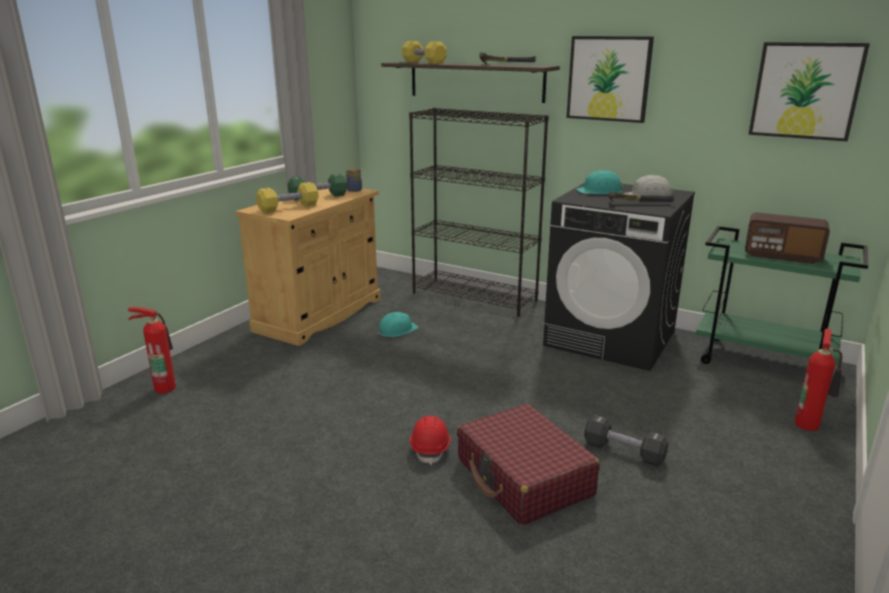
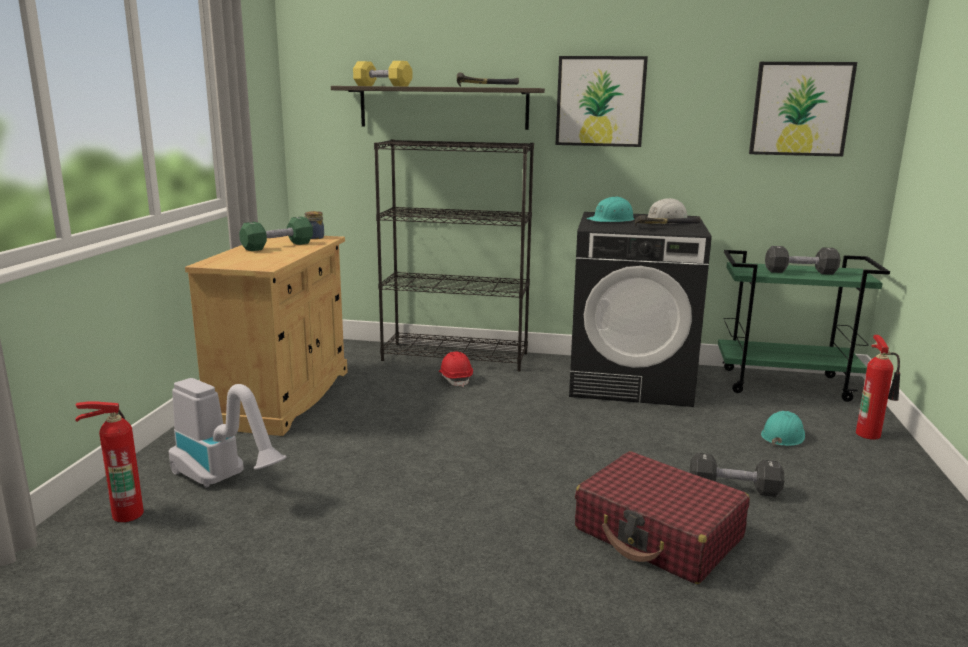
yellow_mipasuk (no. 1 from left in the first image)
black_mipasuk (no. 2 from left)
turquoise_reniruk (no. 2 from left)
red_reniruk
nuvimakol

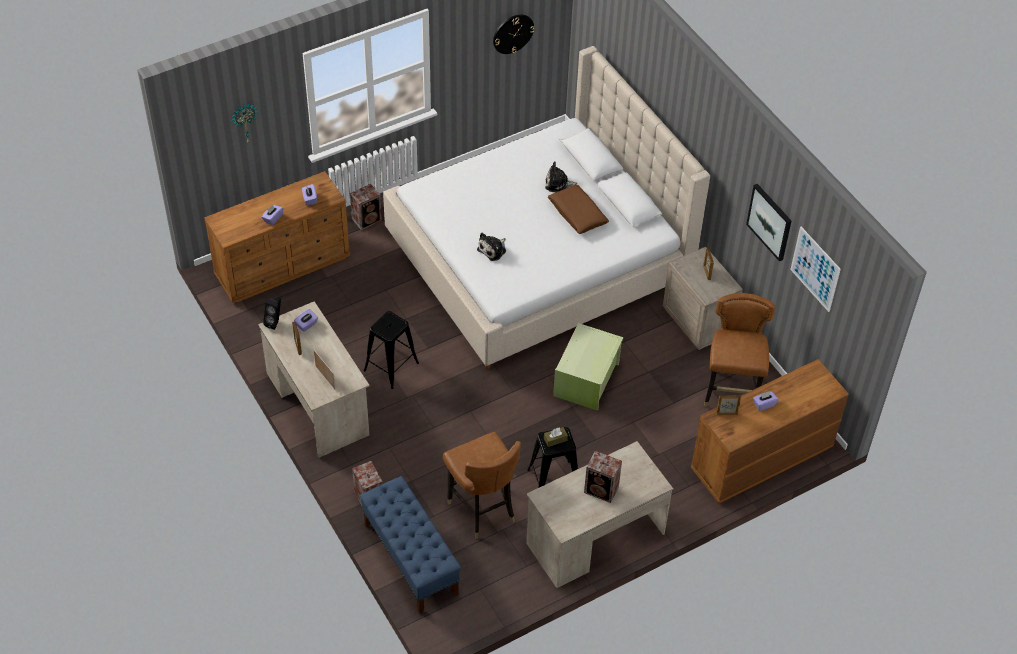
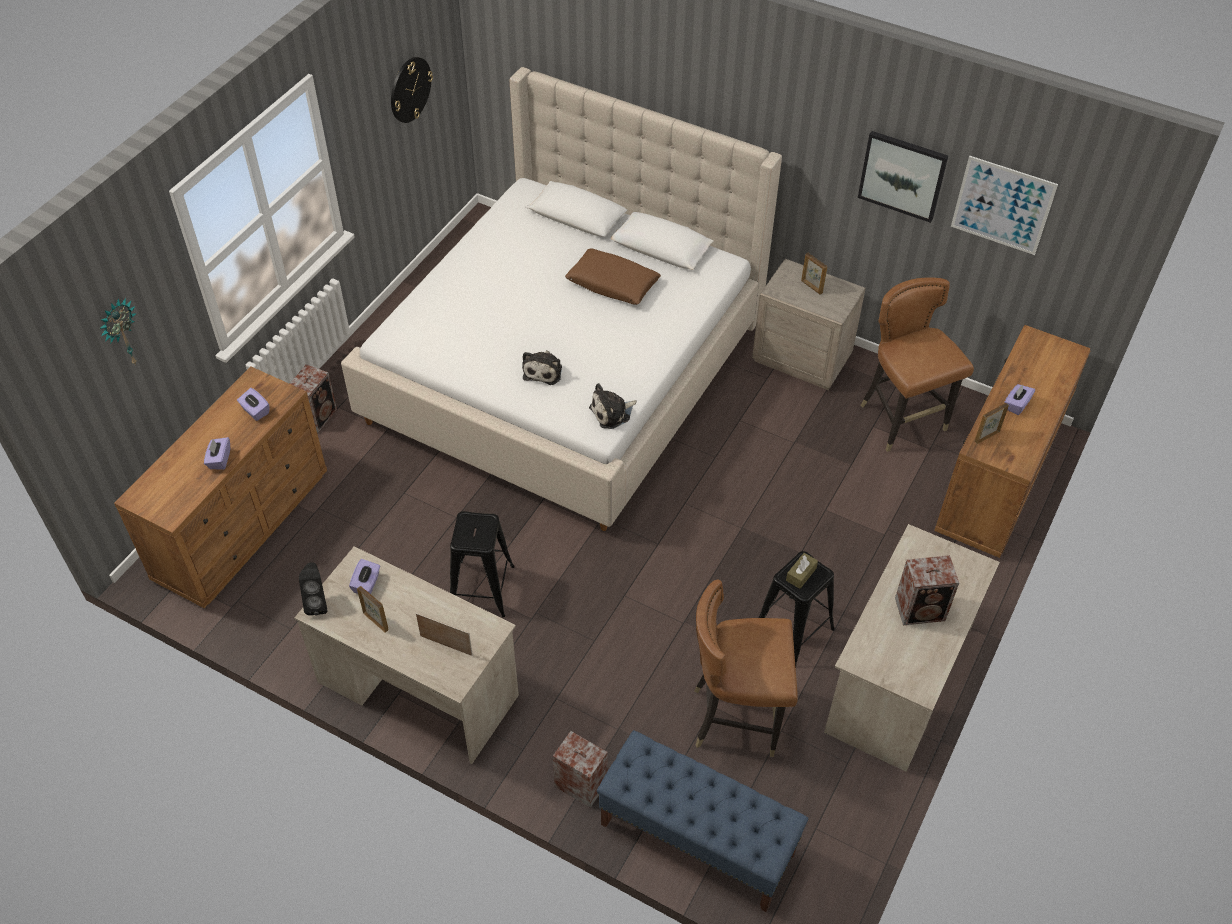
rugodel (no. 2 from left)
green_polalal
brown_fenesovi (no. 1 from left)

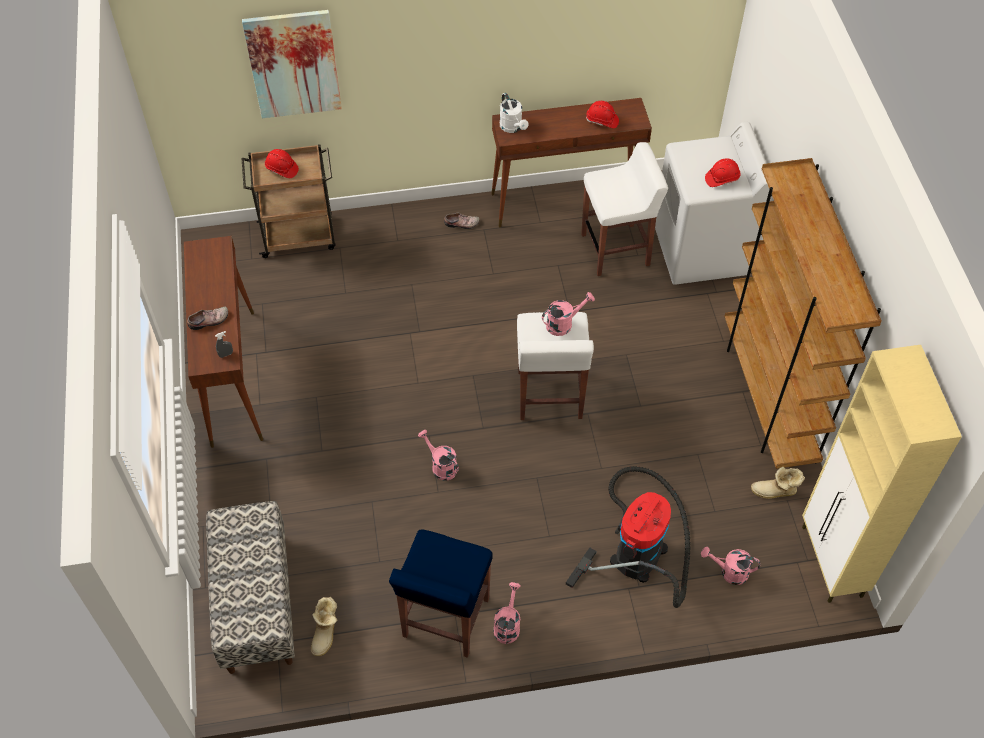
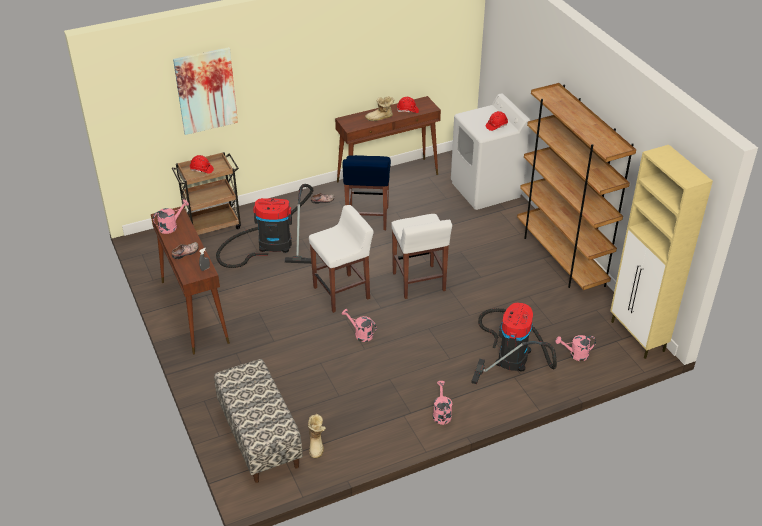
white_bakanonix
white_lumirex (no. 1 from left)
pink_bakanonix (no. 1 from left)
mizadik (no. 2 from left)
blue_lumirex
nuvimakol (no. 1 from left)

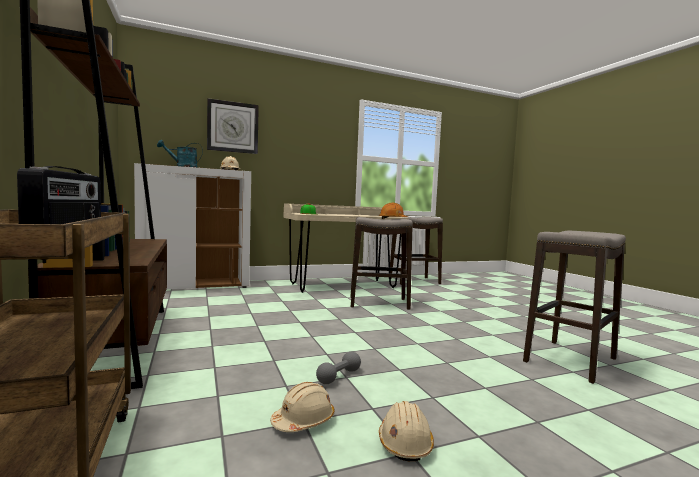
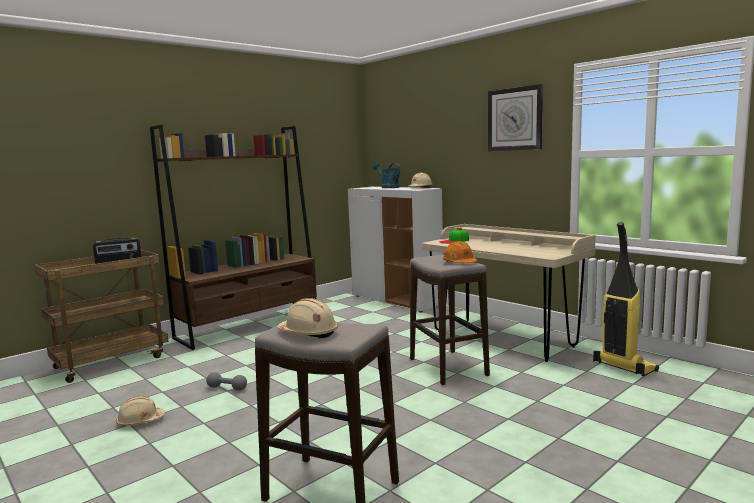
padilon
nuvimakol
beige_reniruk (no. 2 from left)

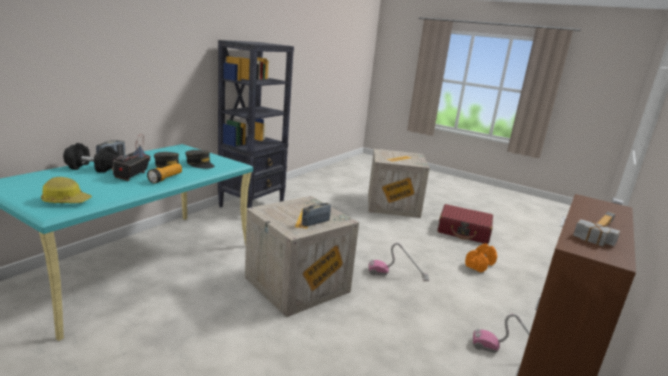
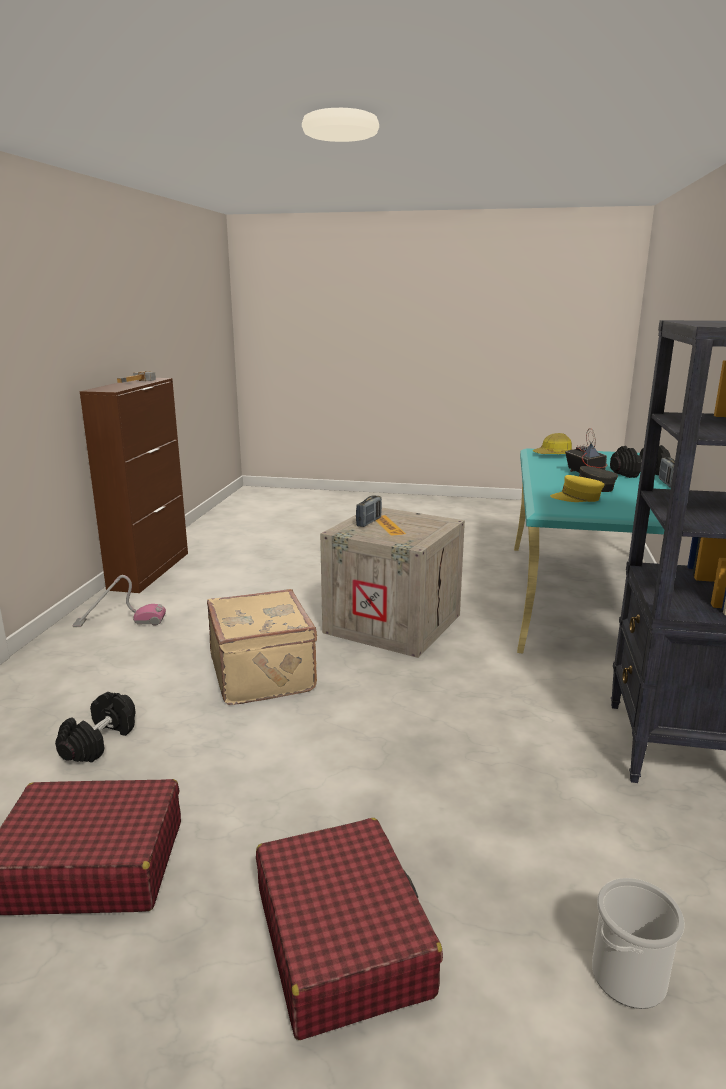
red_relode (no. 2 from left)
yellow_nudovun
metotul
beige_relode
black_mipasuk (no. 1 from left)
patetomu

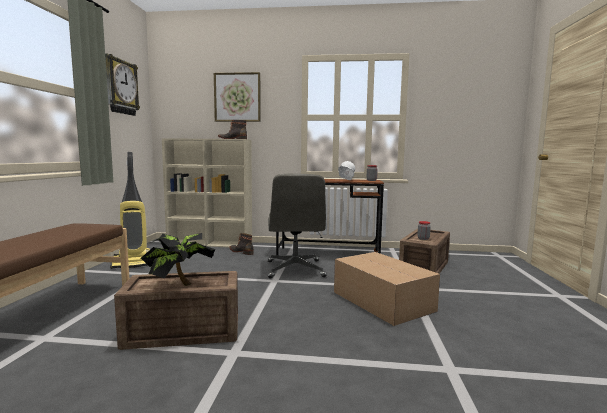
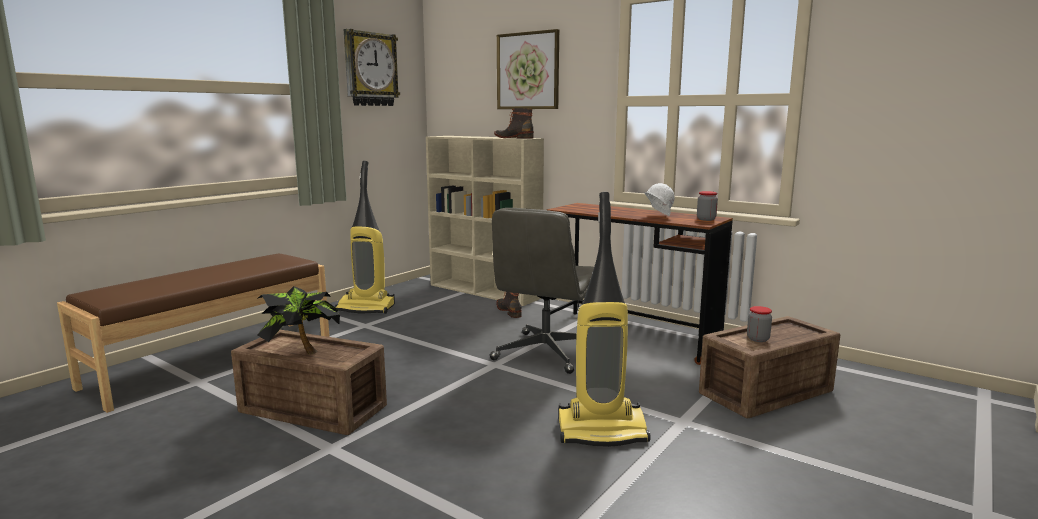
nuvimakol (no. 2 from left)

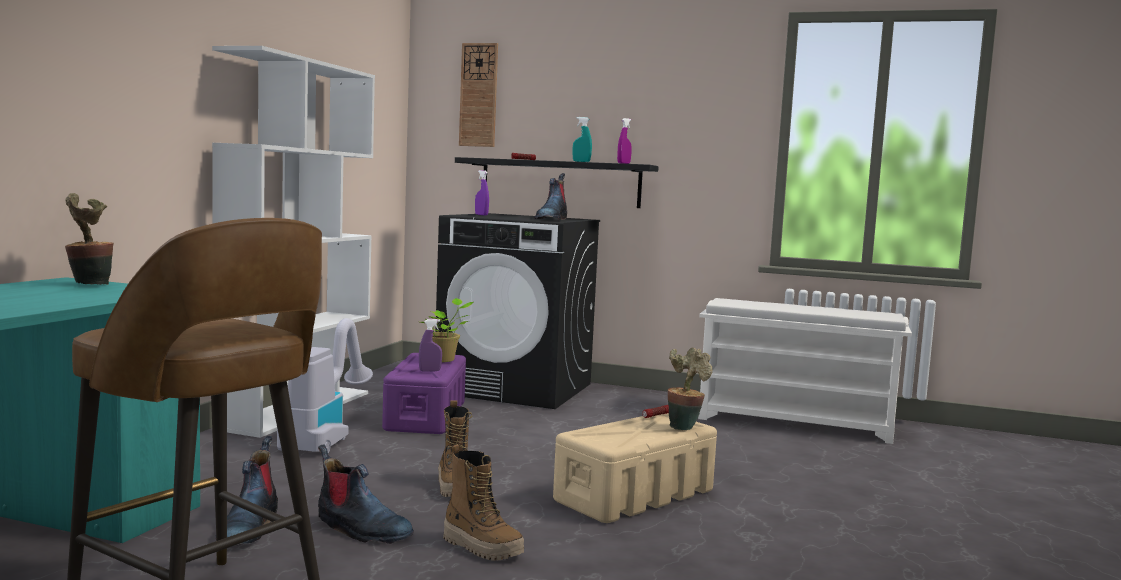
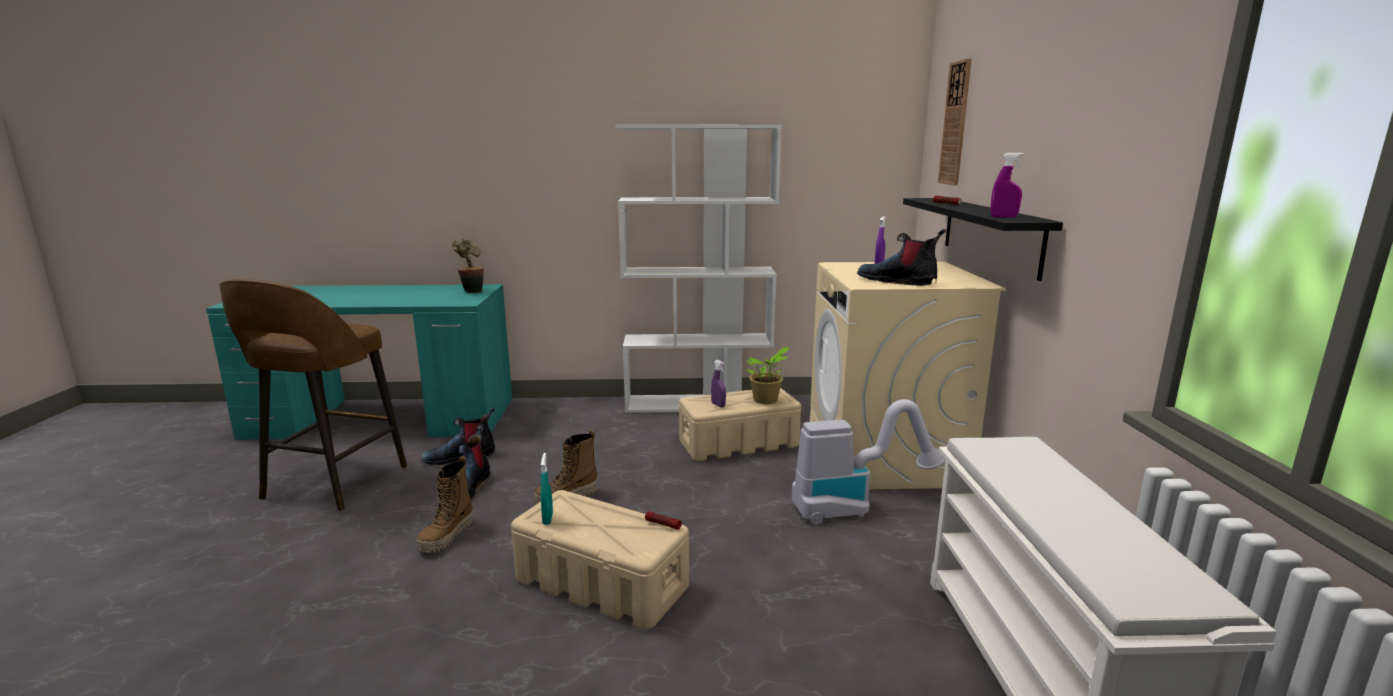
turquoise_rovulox
mizadik (no. 5 from left)
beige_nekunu
nuvimakol
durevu (no. 3 from left in the first image)
beige_polalal (no. 2 from left)

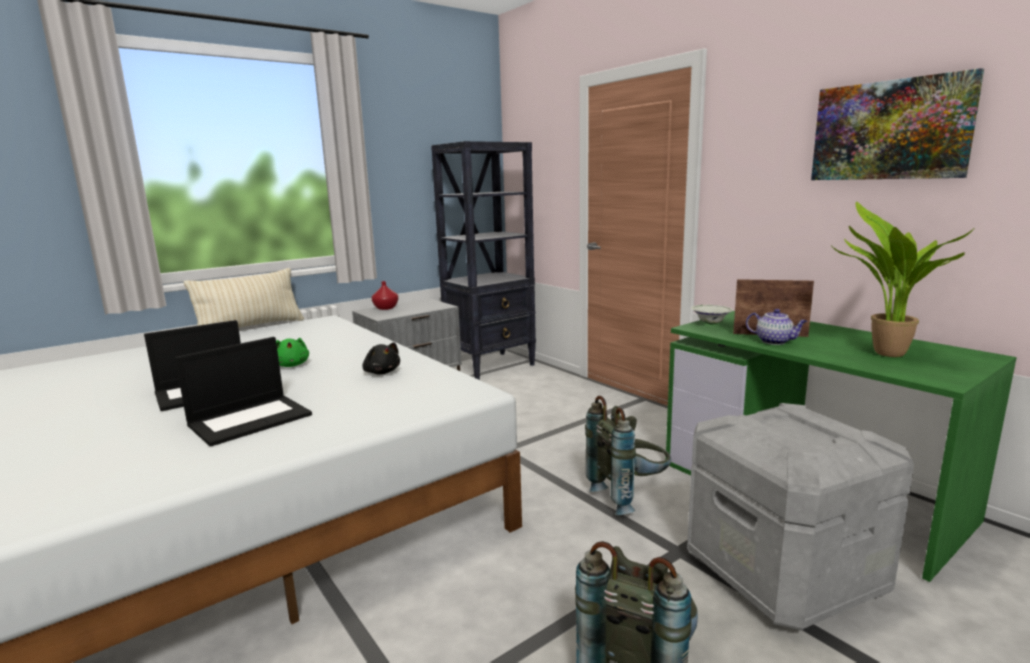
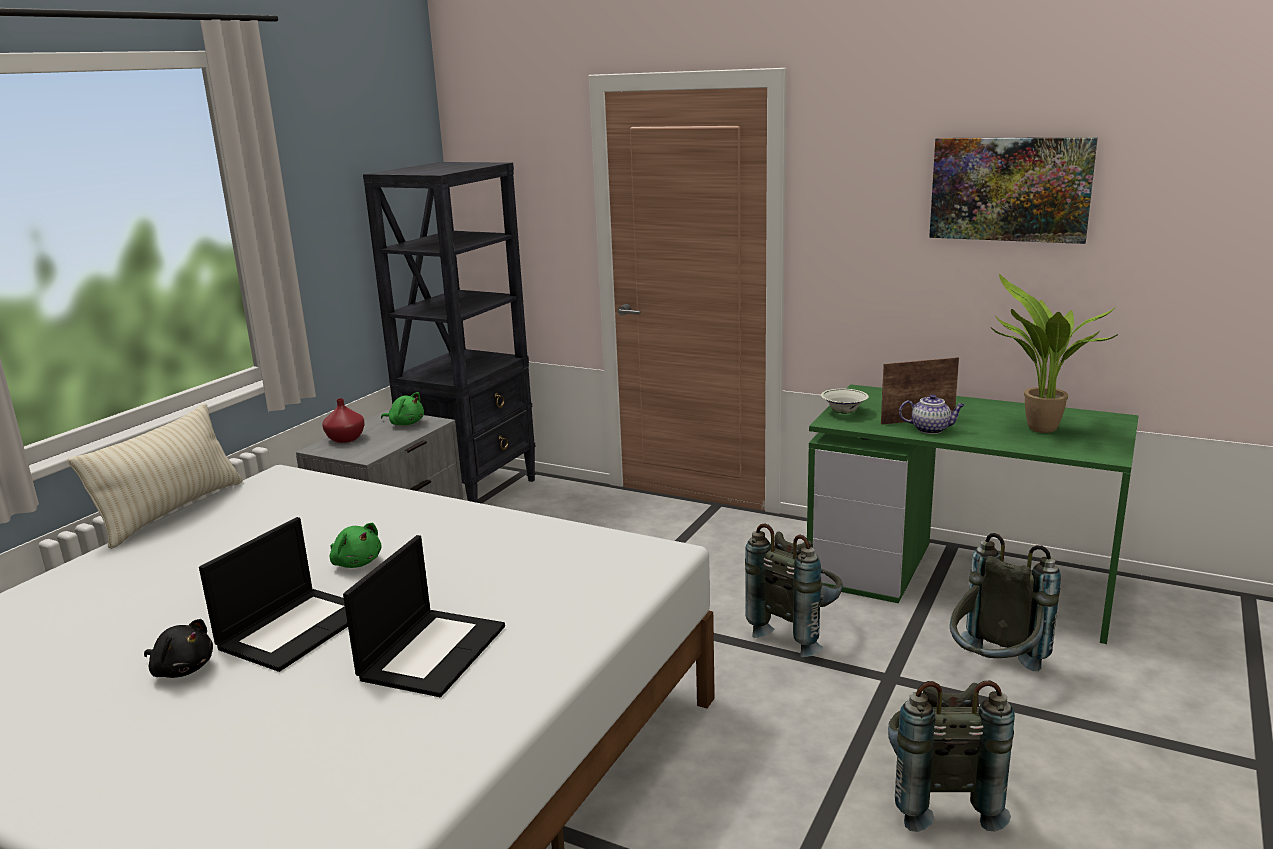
black_rugodel
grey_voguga (no. 3 from left)
green_rugodel (no. 2 from left)

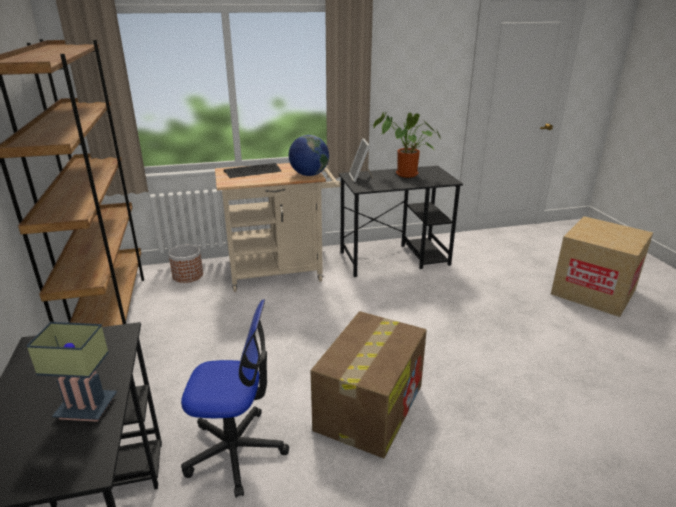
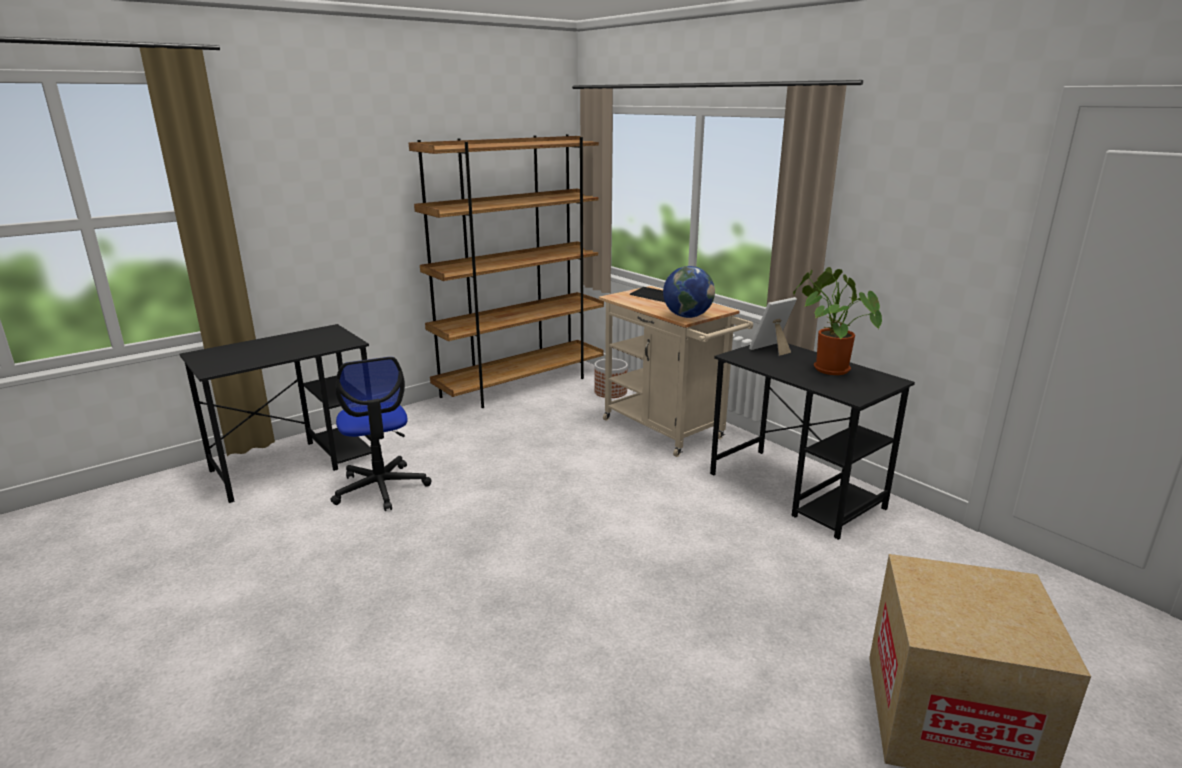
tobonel (no. 1 from left in the first image)
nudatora

